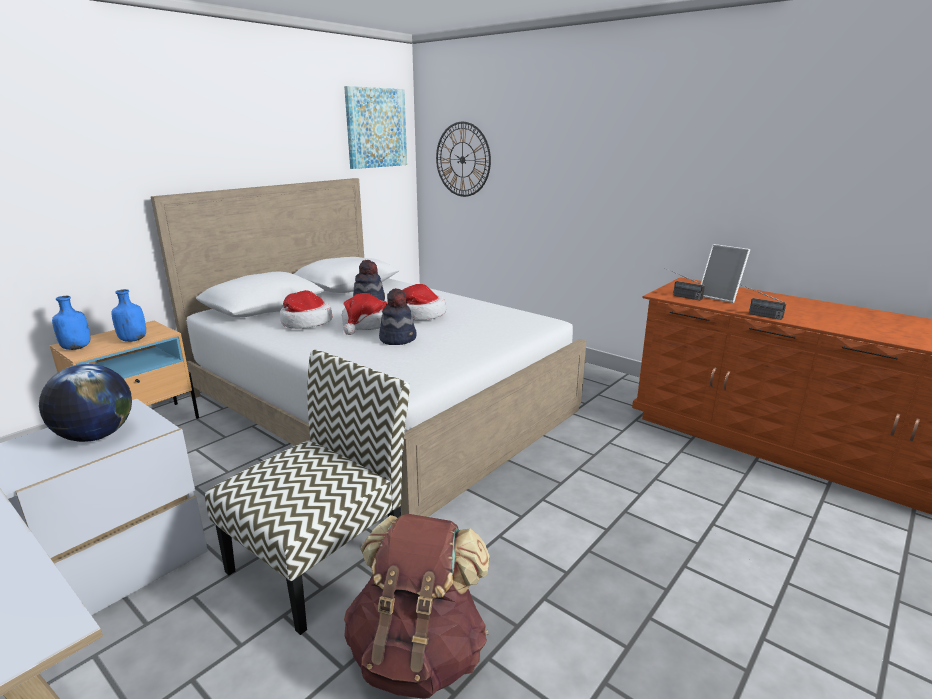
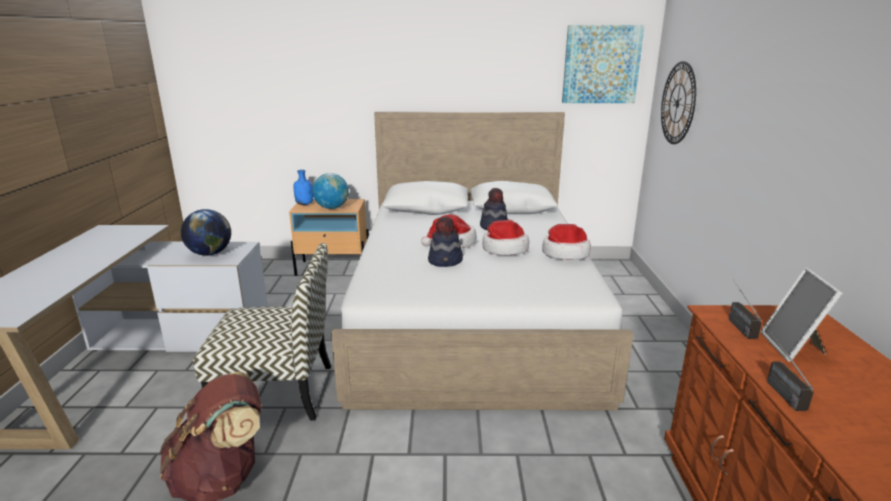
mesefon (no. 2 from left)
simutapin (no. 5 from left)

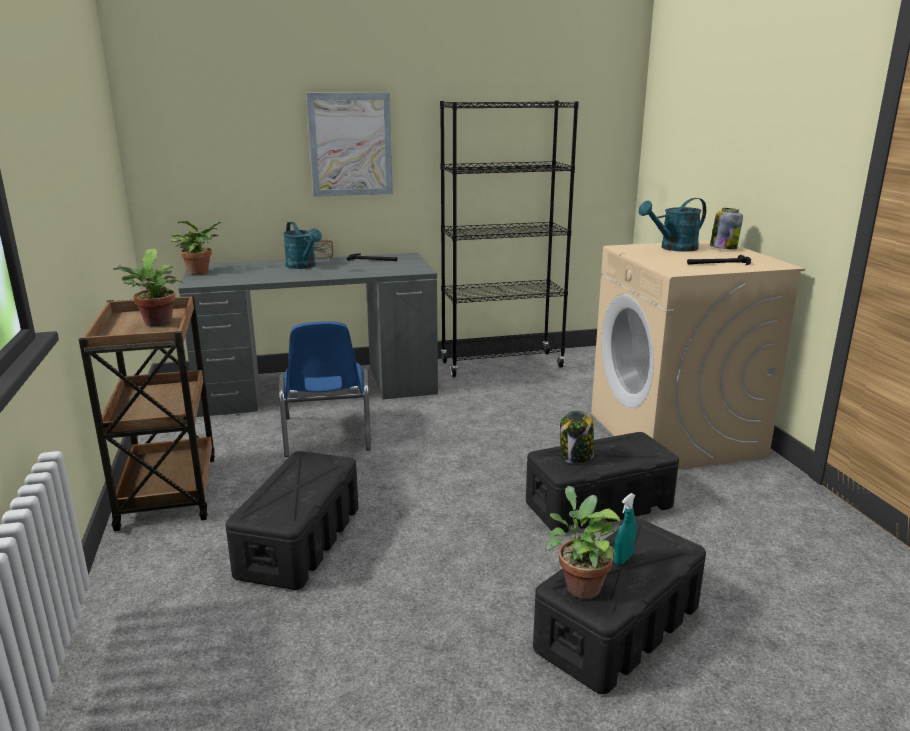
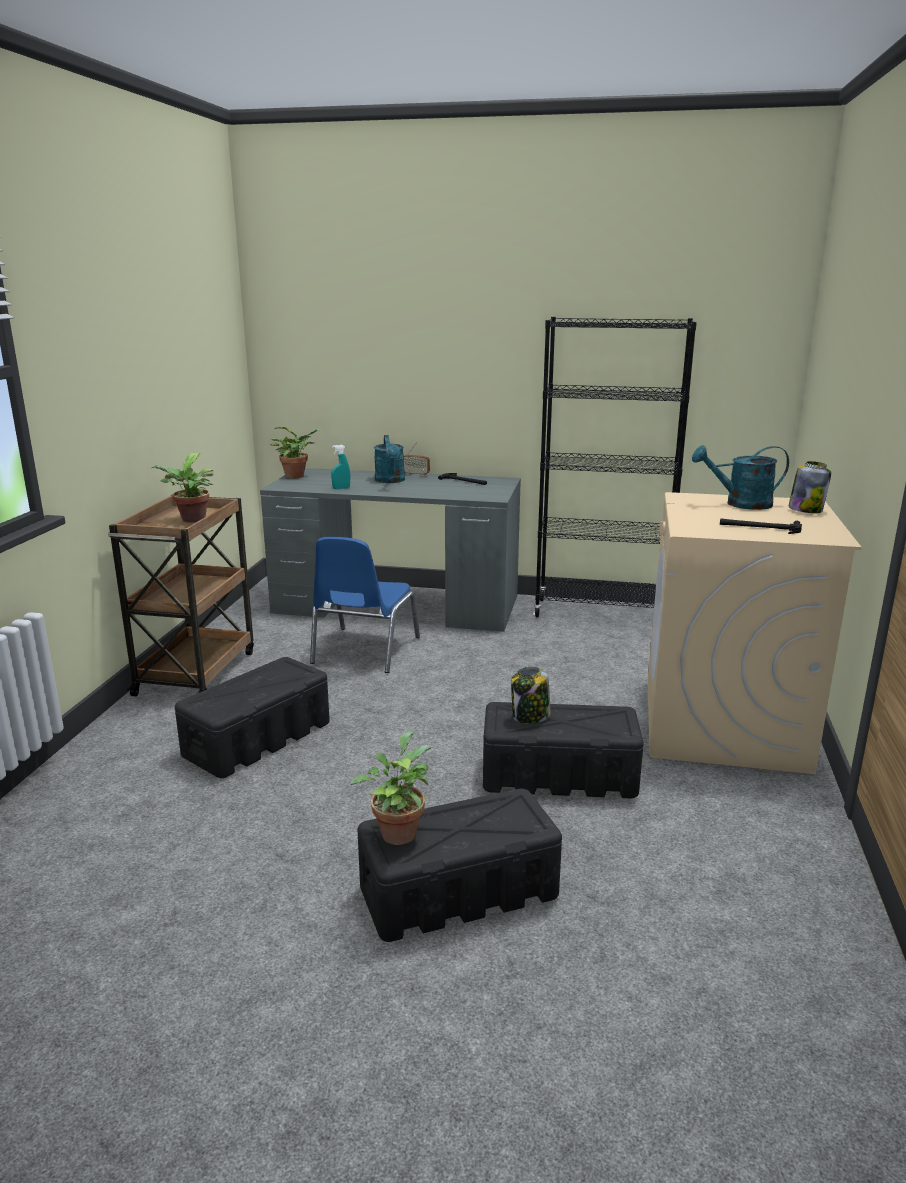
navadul
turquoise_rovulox

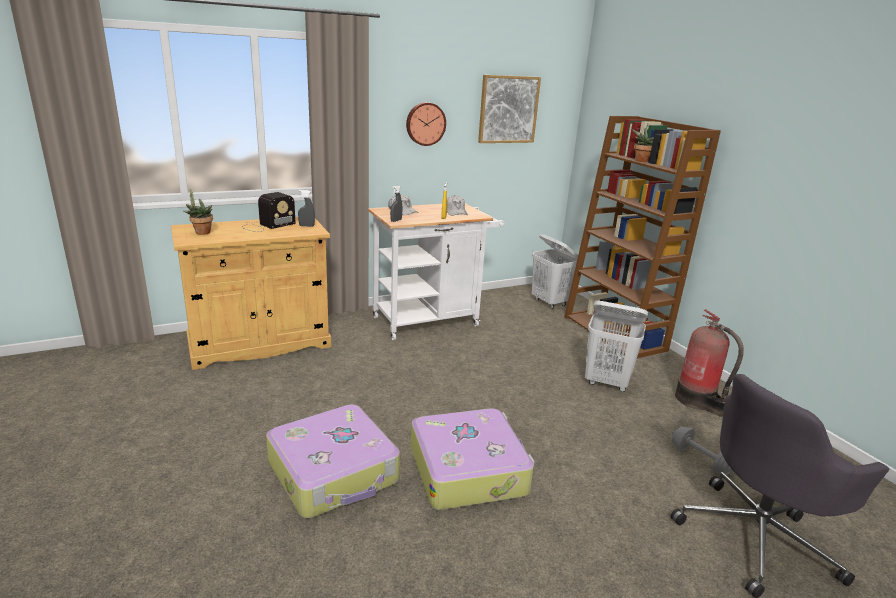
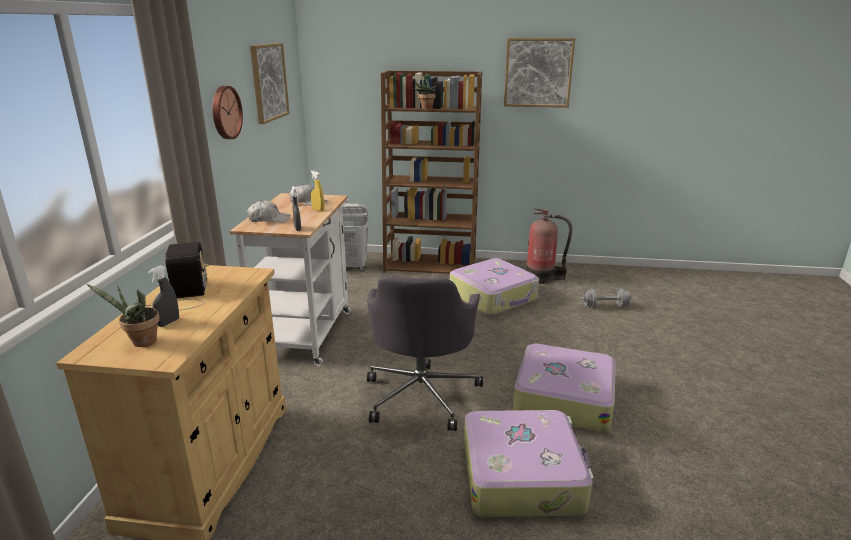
grey_rovulox (no. 1 from left)
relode (no. 1 from left)
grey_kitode
navadul (no. 2 from left)

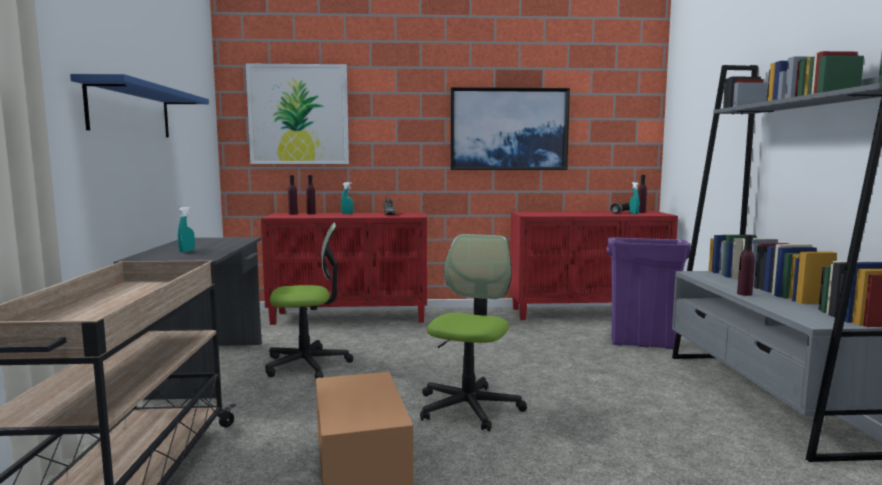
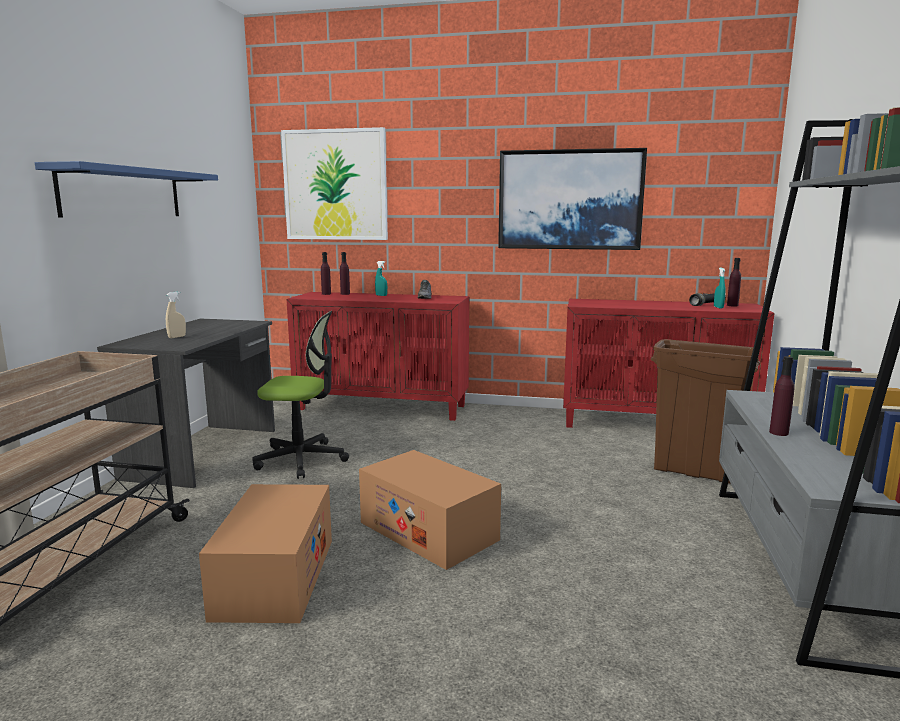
beige_rovulox
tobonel (no. 2 from left)
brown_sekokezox

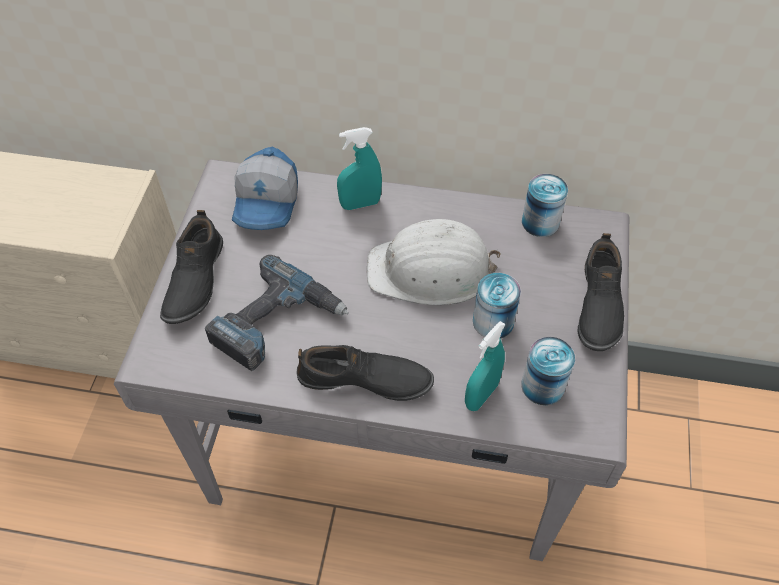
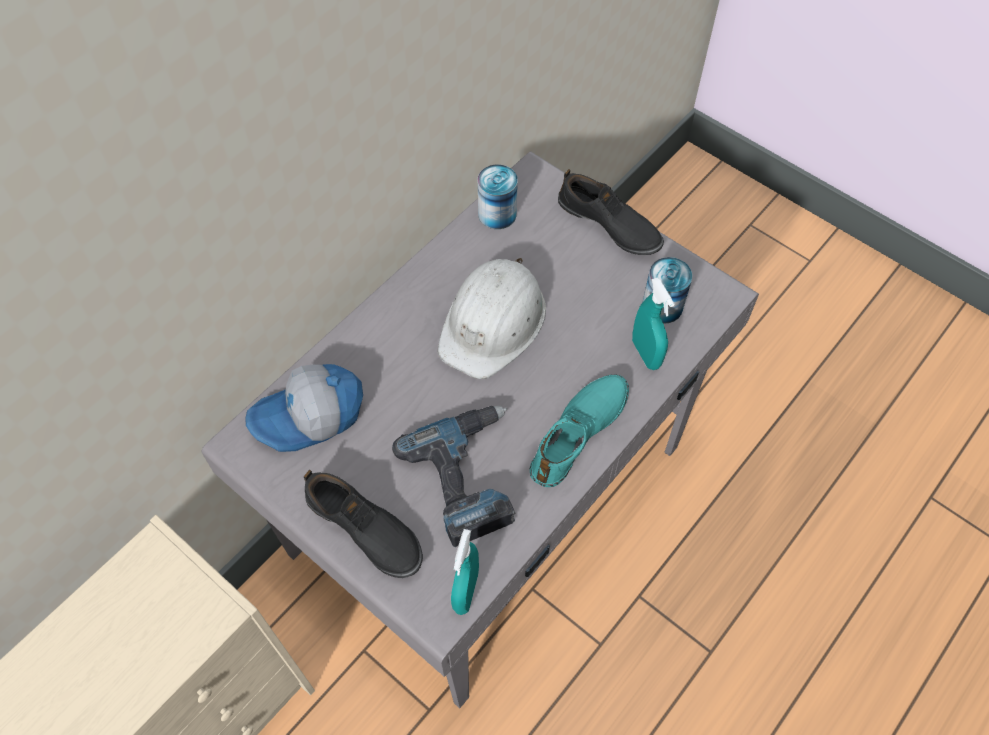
turquoise_rovulox (no. 1 from left)
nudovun
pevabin (no. 1 from left in the first image)
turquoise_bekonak

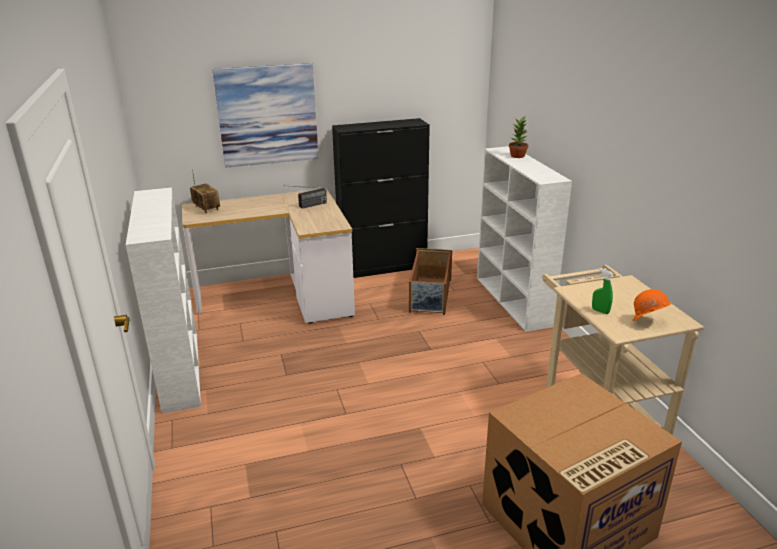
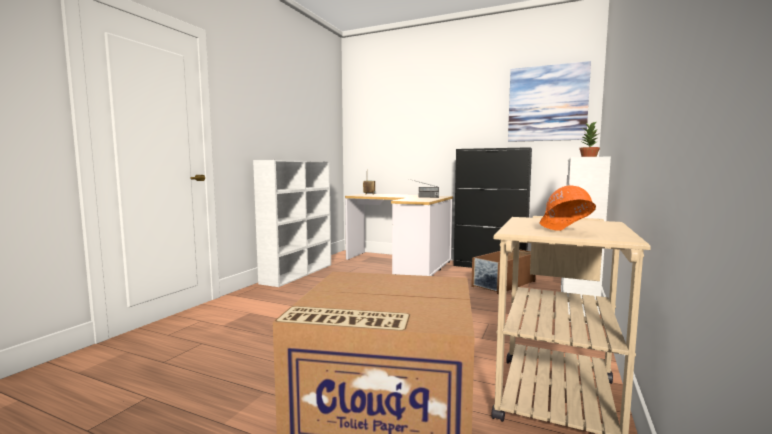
navadul
green_rovulox

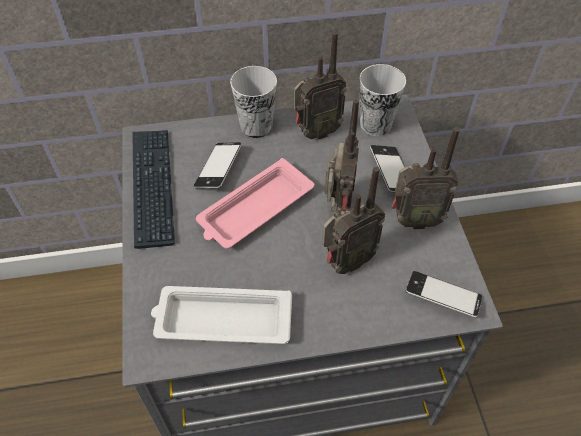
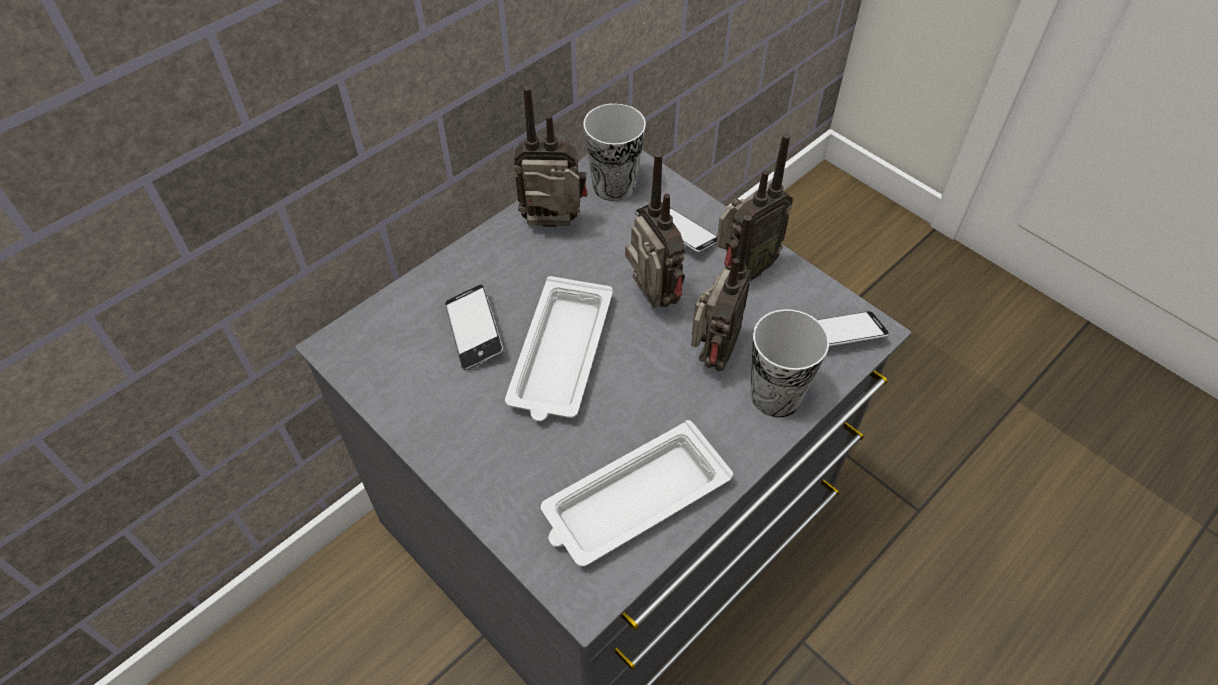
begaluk (no. 1 from left)
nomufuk (no. 2 from left)
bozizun
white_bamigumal (no. 1 from left)

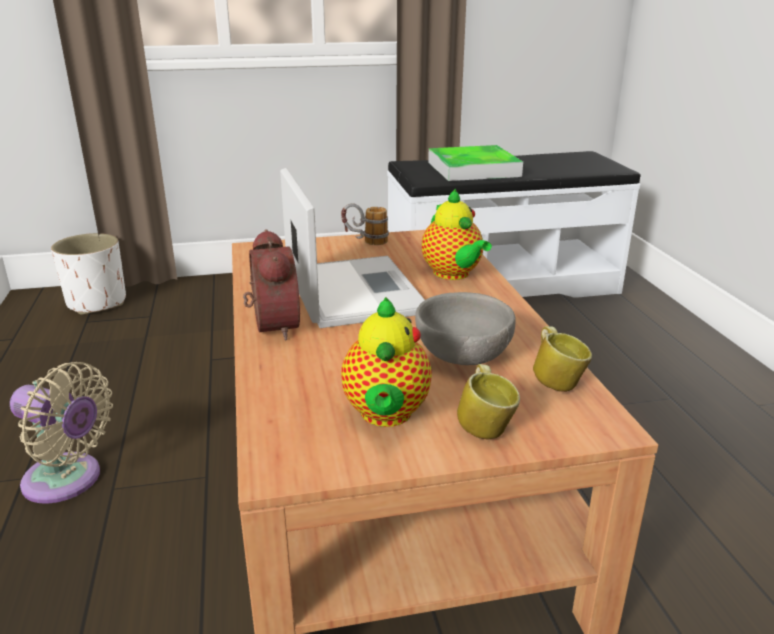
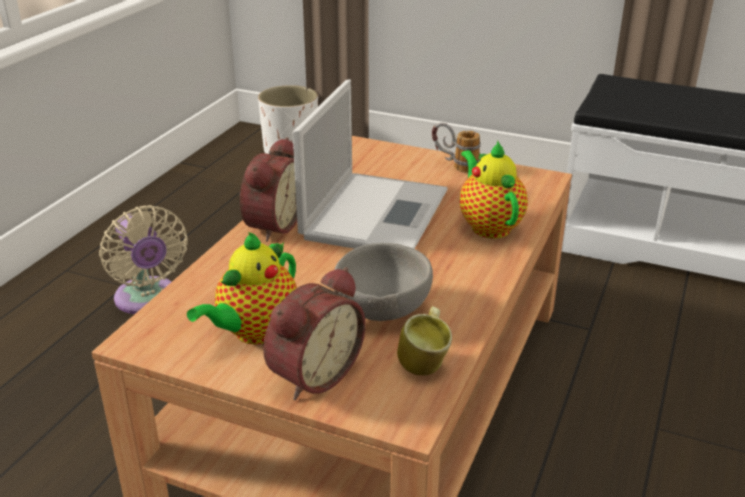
bamigumal
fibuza (no. 2 from left)
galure (no. 2 from left)

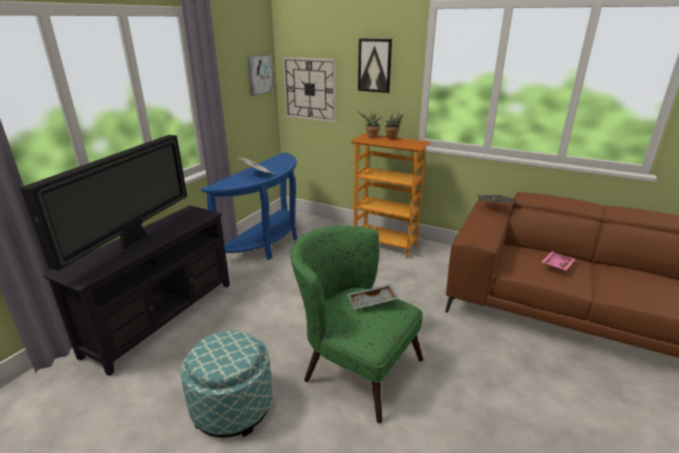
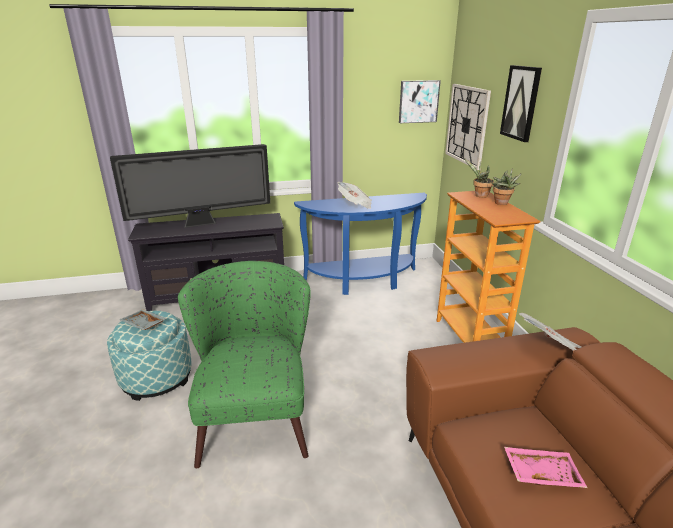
grey_bamigumal

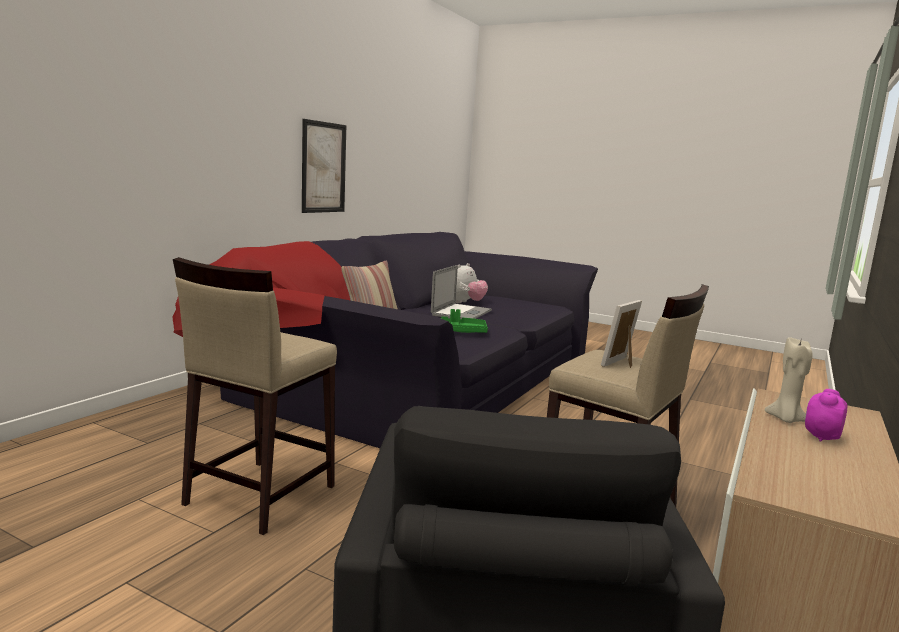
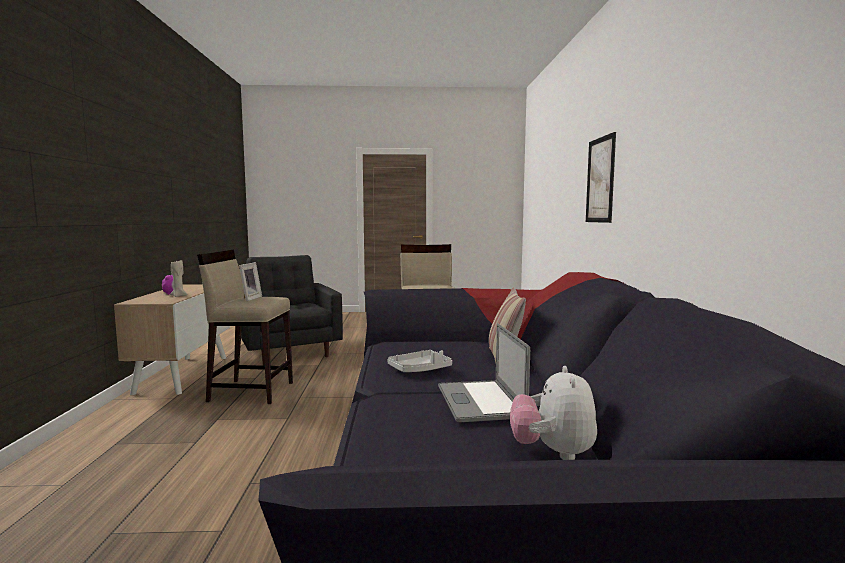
navadul
grey_bamigumal

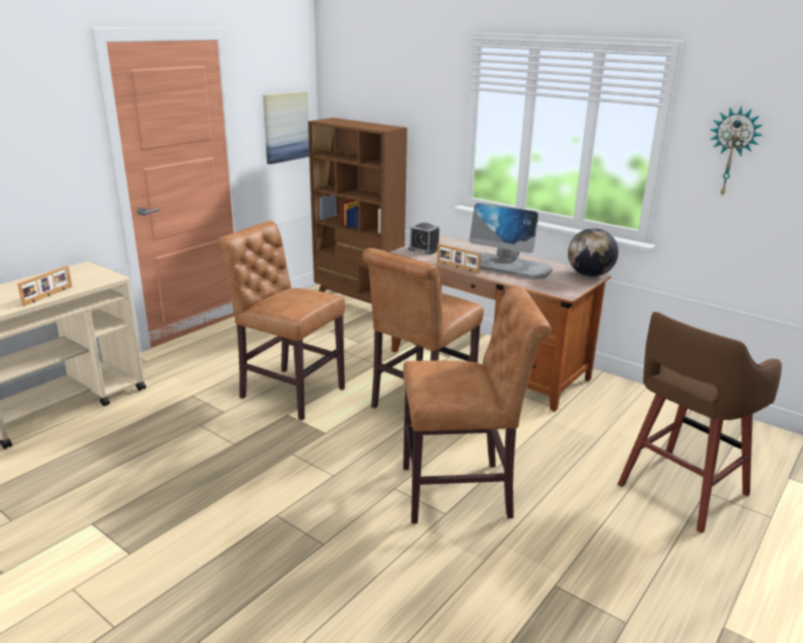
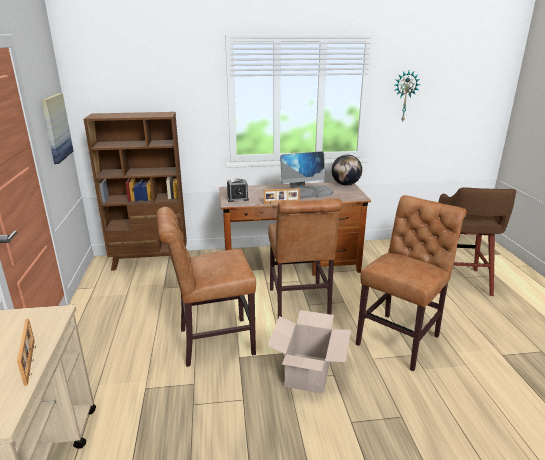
tobonel

